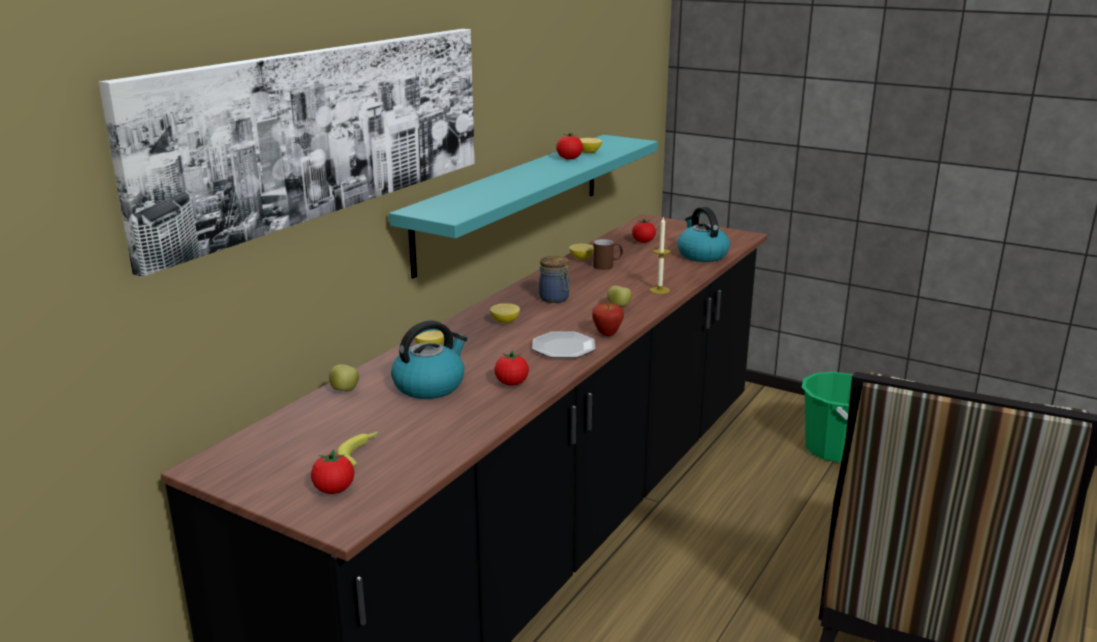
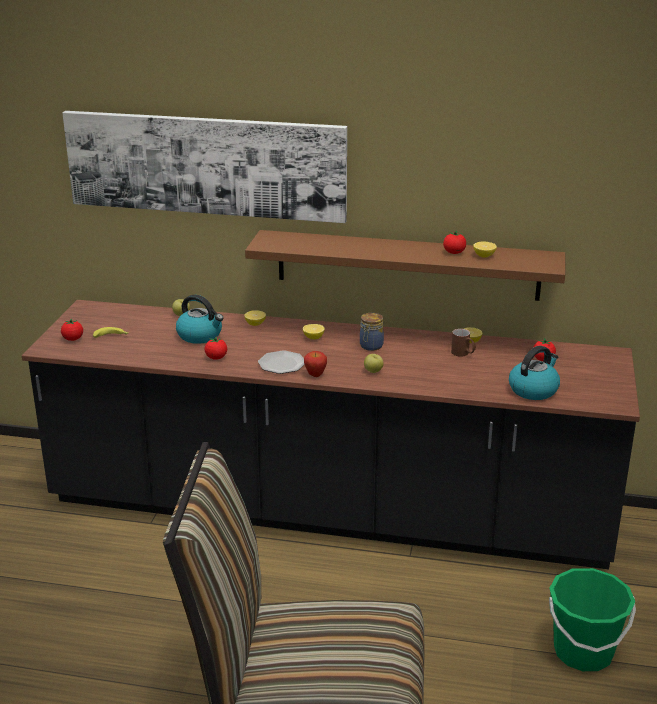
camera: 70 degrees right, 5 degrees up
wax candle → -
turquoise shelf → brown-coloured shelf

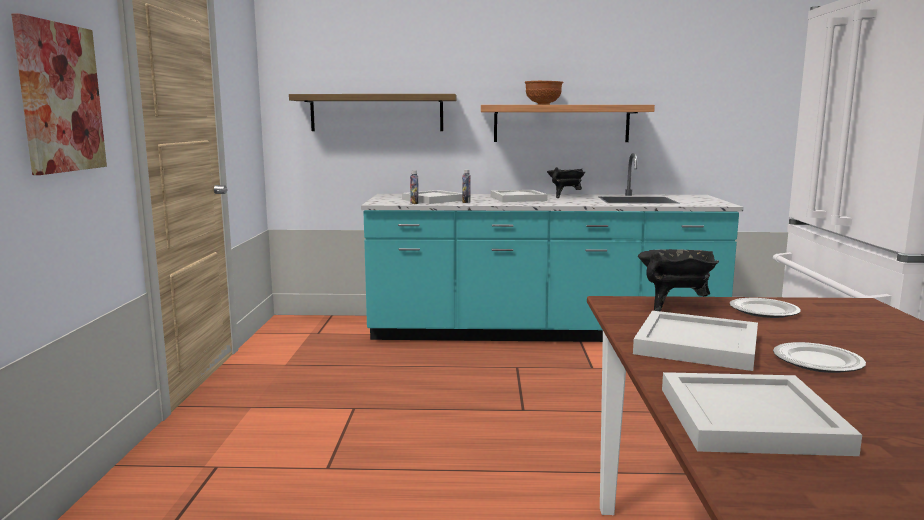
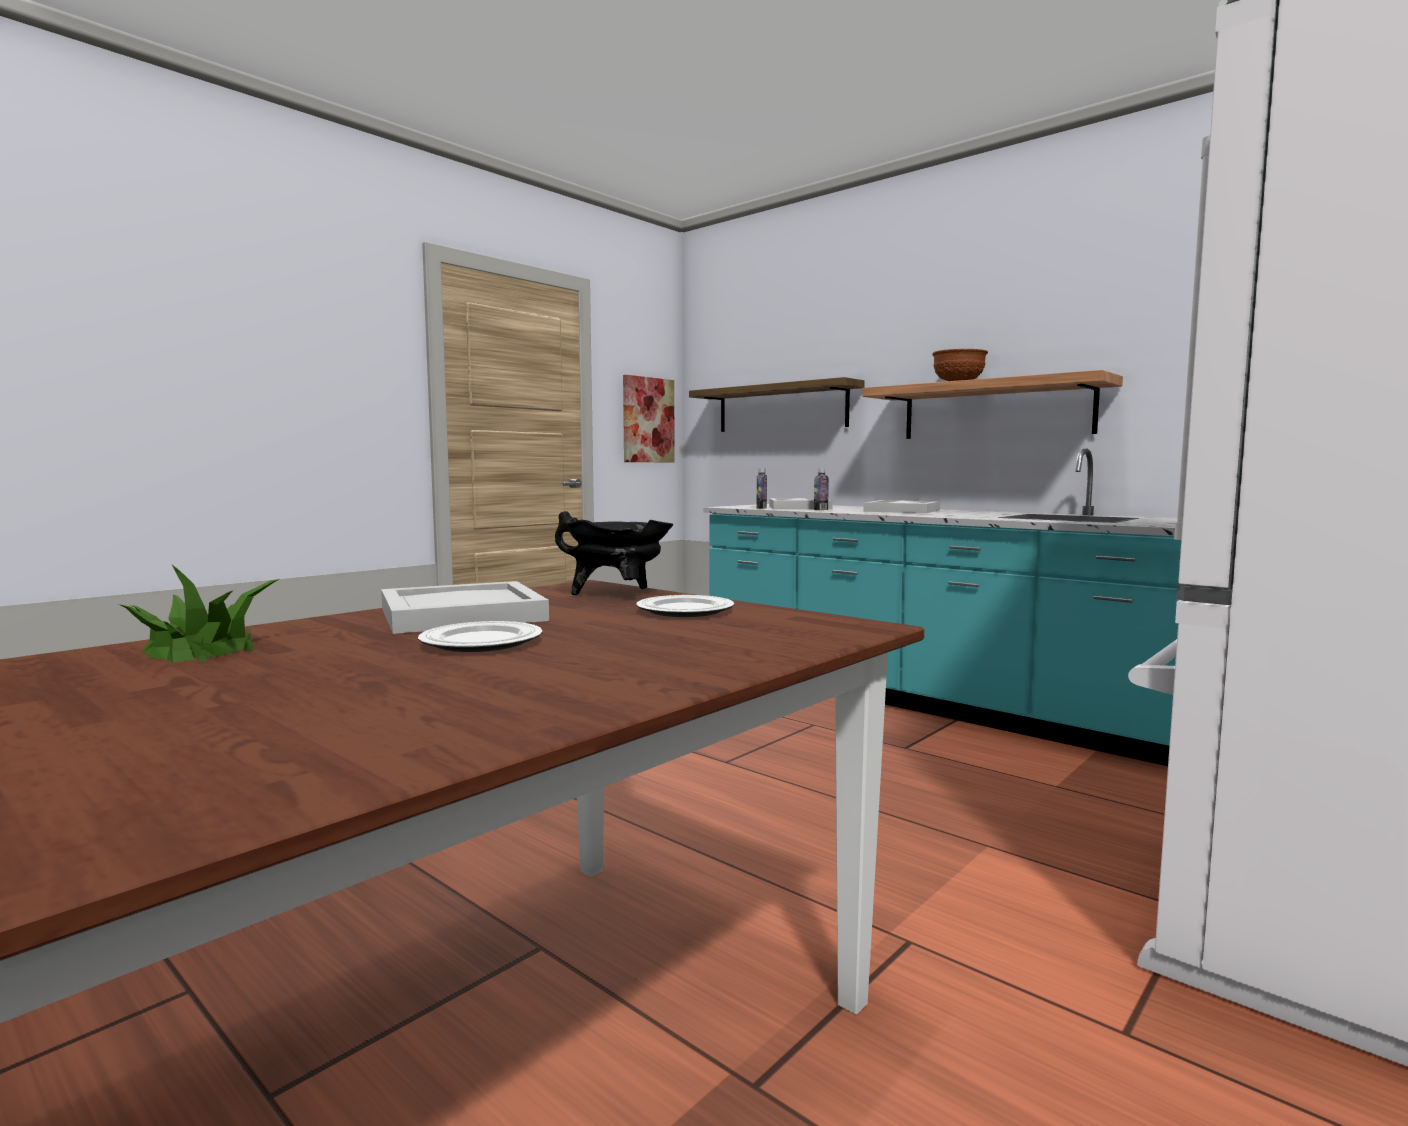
camera: 40 degrees right, 5 degrees down
black saucepot (1st from left) → -
wall picture, move
whitish tray (4th from left) → potted plant

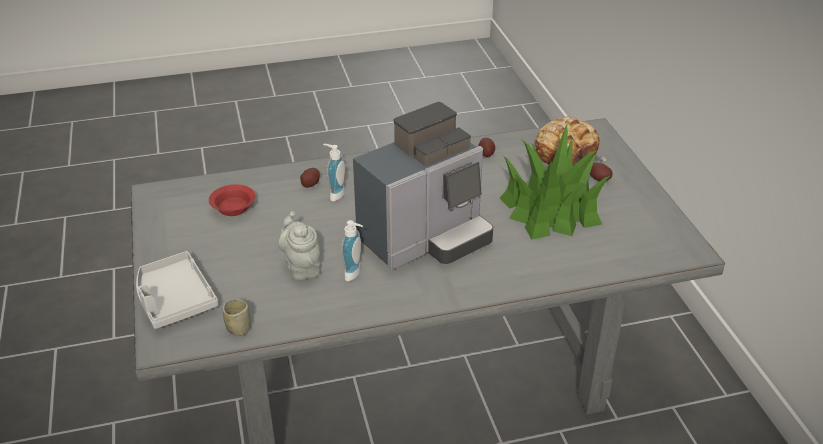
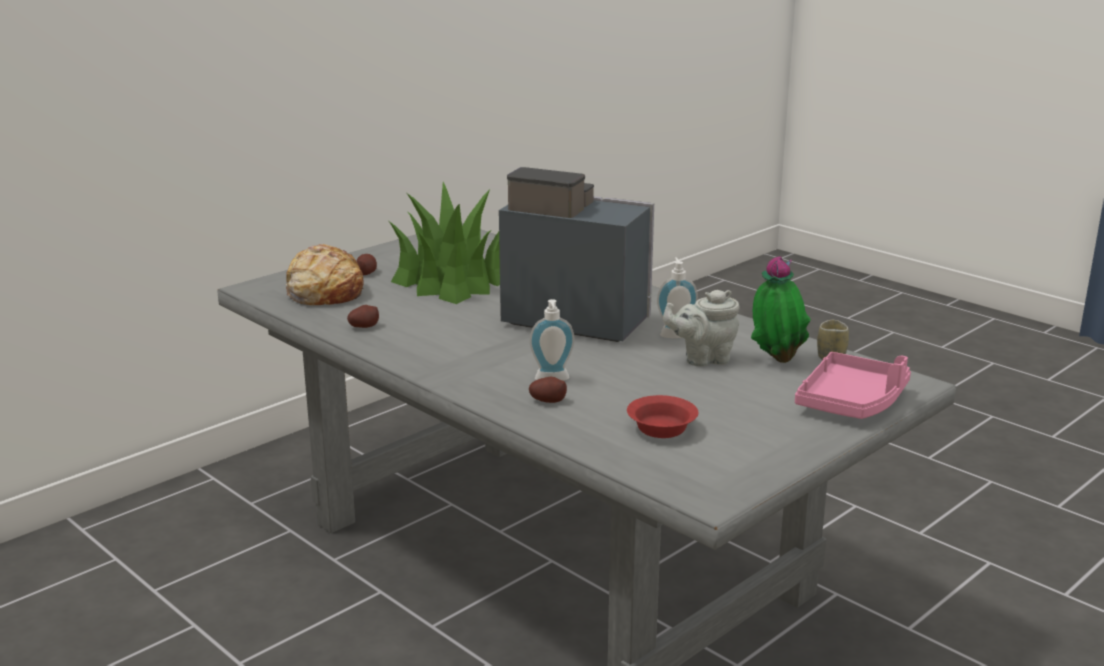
camera: 120 degrees left, 15 degrees down
- → potted plant (2nd from left)
grey tray → pinkish tray
grey teapot, 45 degrees clockwise

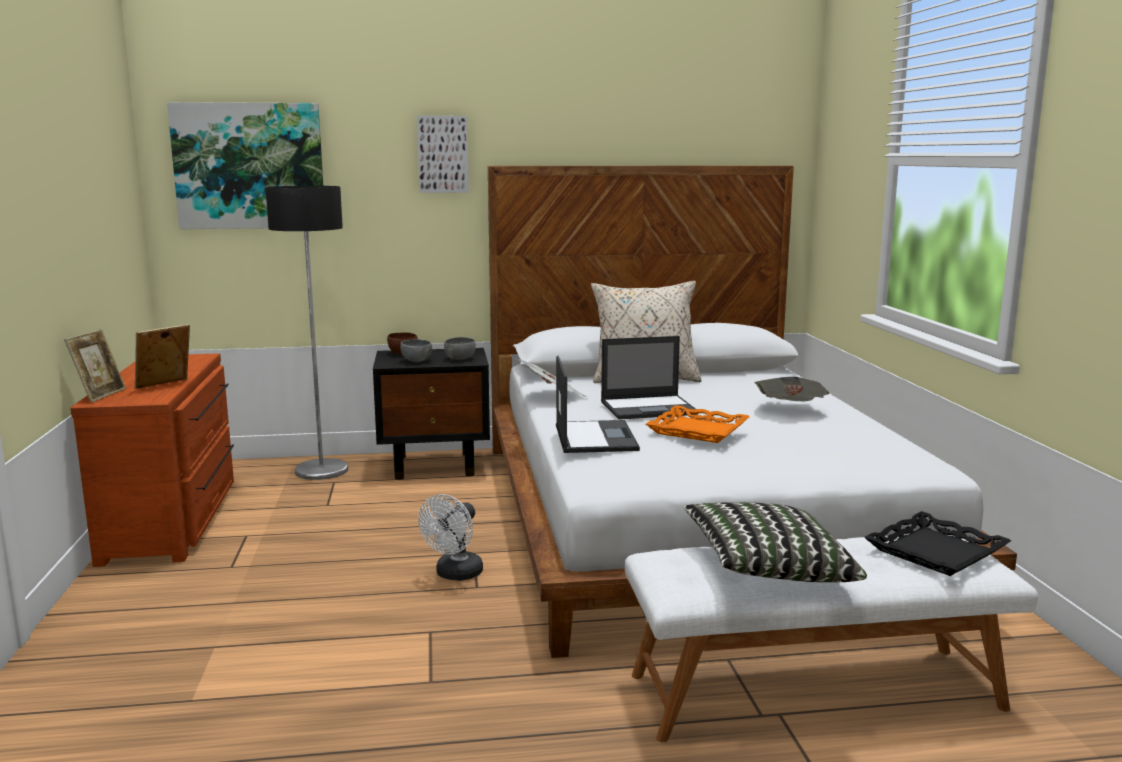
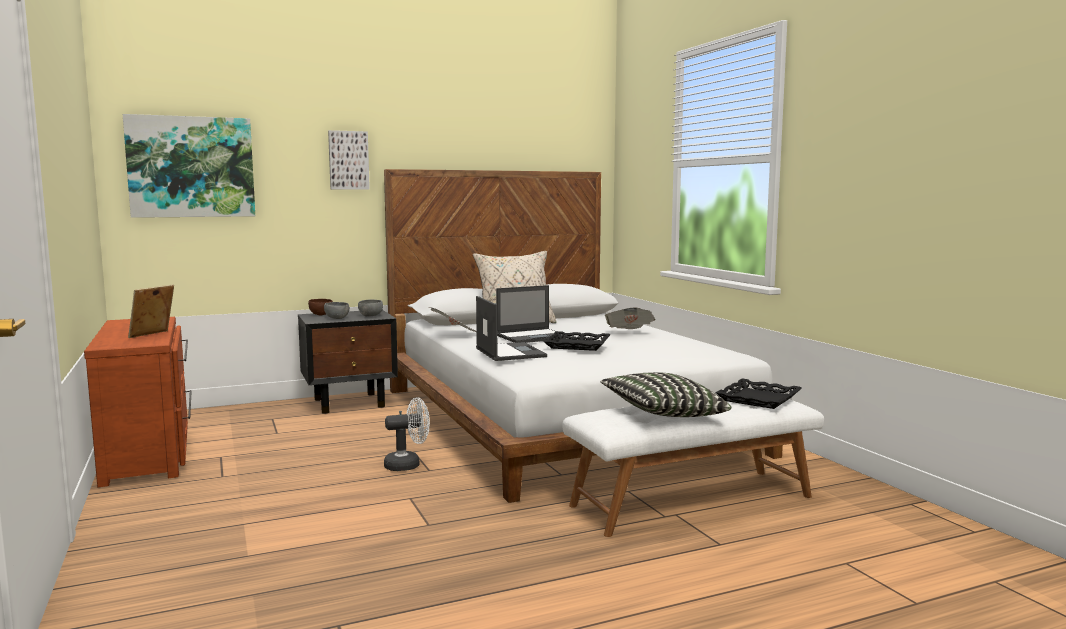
camera: 15 degrees left, 5 degrees down
standing frame (1st from left) → -
standard lamp → -
orangey tray → black tray (1st from left)
whitish electric fan, 120 degrees counterclockwise

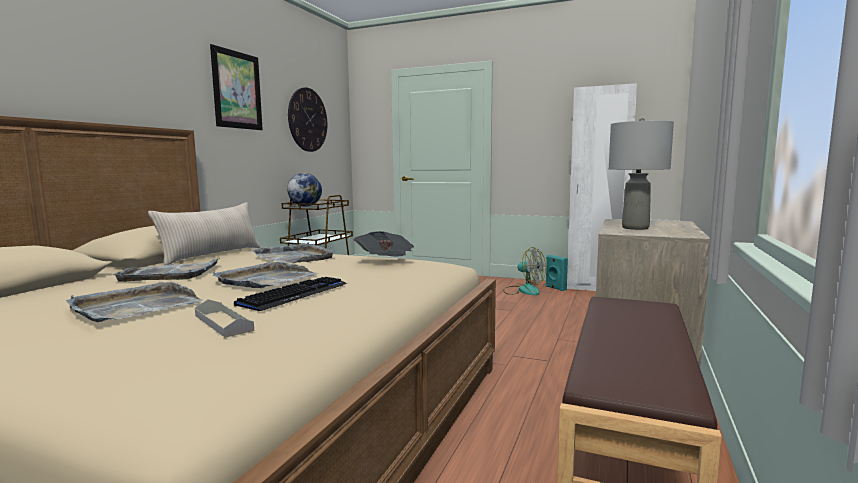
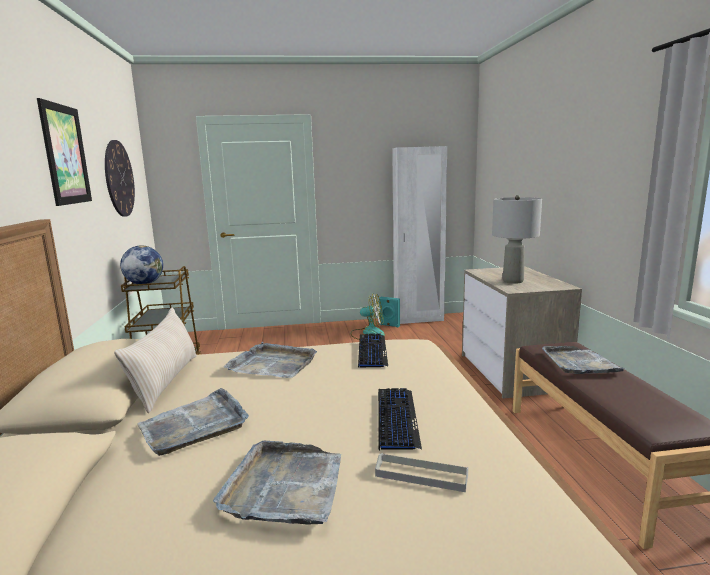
camera: 30 degrees left, 5 degrees up
grey tray (4th from left in the first image) → grey tray (5th from left), move
printed paper → computer keyboard (1st from left)

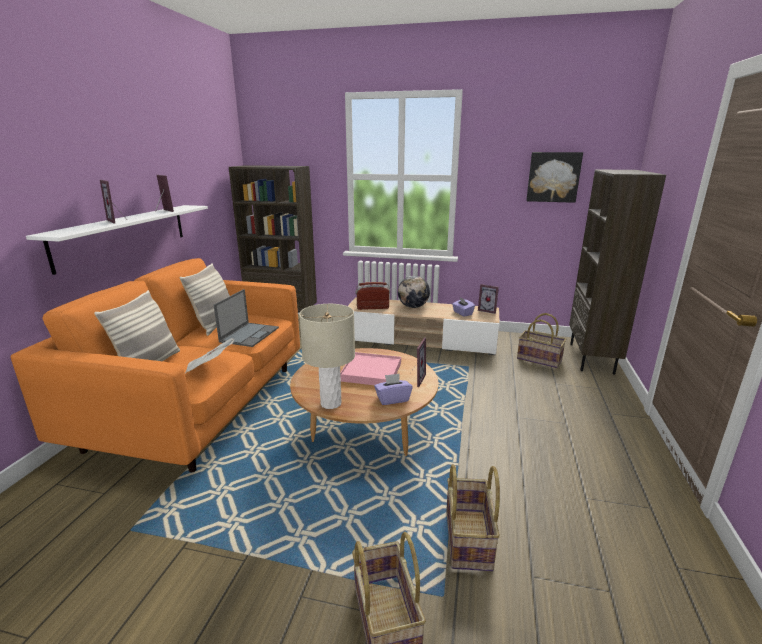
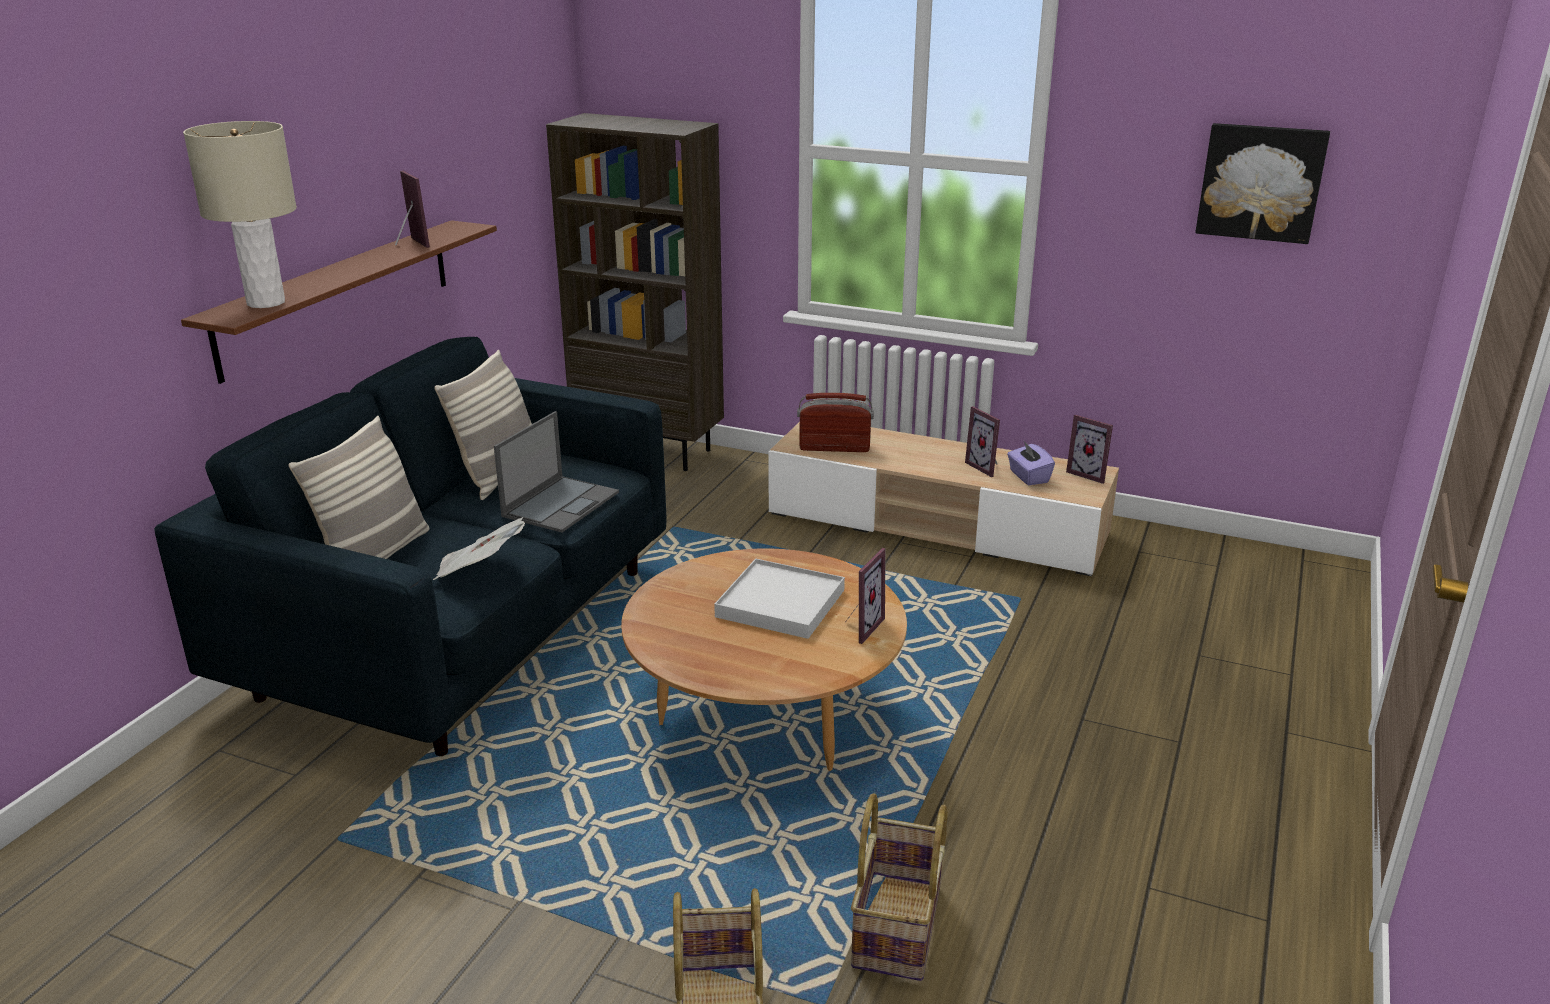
camera: 10 degrees right, 5 degrees up
purple-coloured tissue holder (1st from left) → -
globe → -
basket (3rd from left) → -
brown-coloured shelving unit (2nd from left) → -
standing frame (1st from left in the first image) → standing frame (3rd from left), move
beige lamp for a table, move
orangey settee → blue-coloured settee
whitish shelf → brown-coloured shelf
pinkish tray → whitish tray

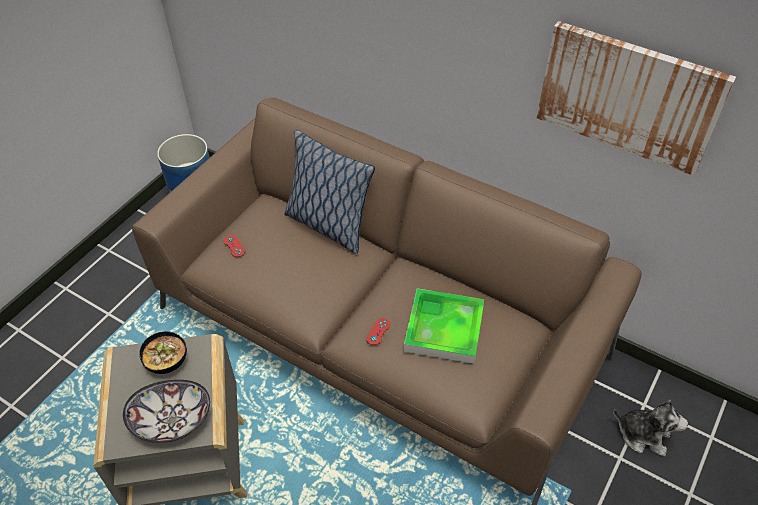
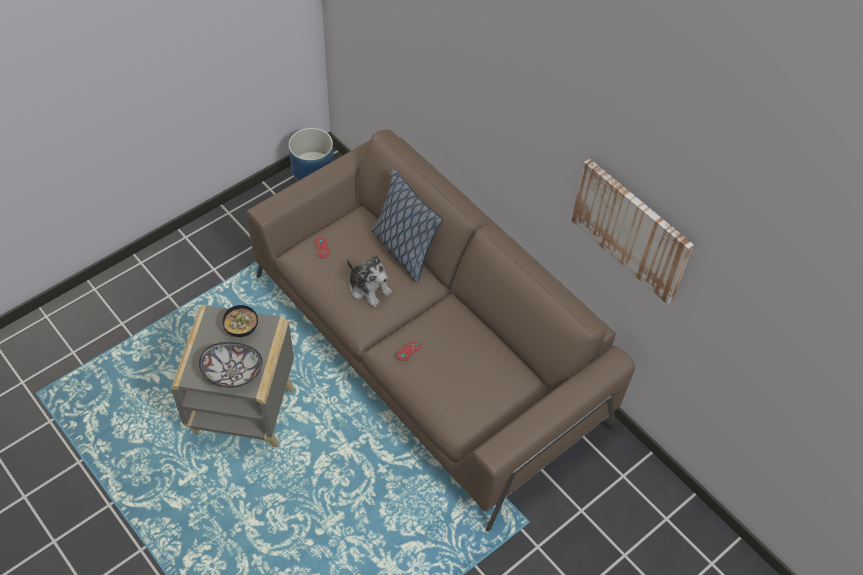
camera: 15 degrees right, 5 degrees up
tray → -
soft toy, move

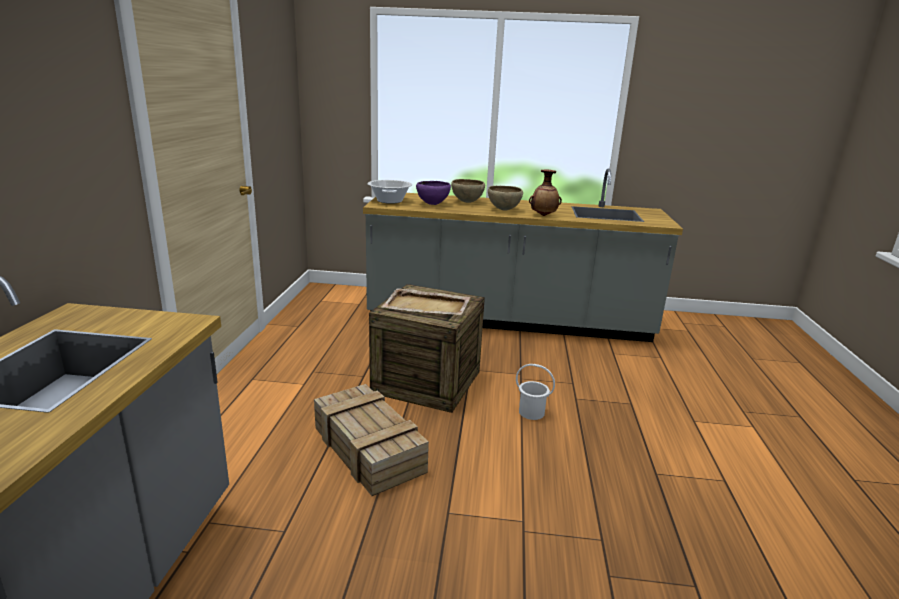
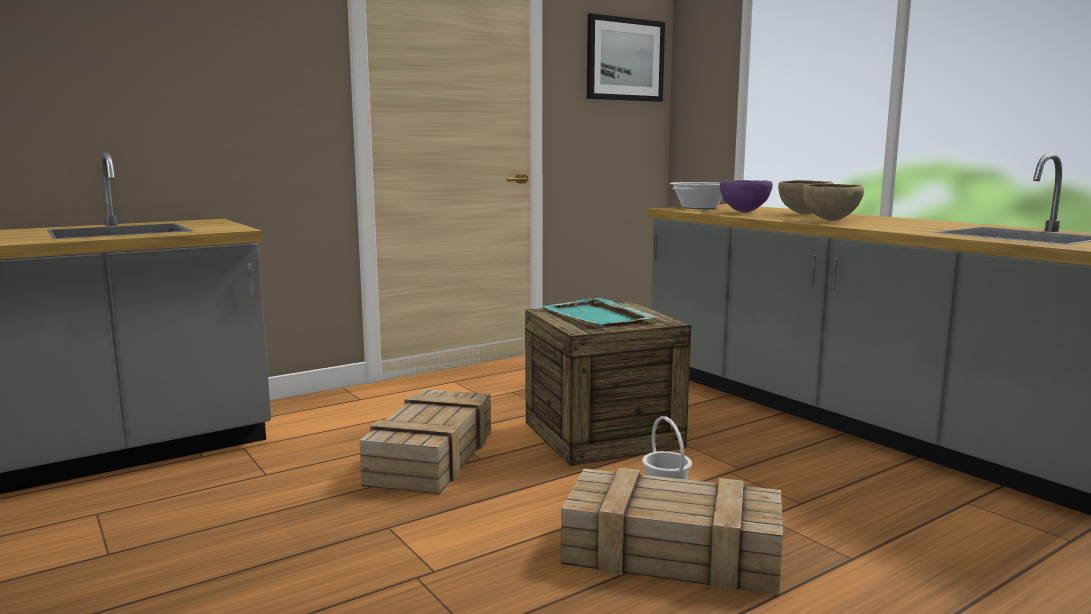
camera: 50 degrees right, 10 degrees down
decorative vase → -
- → crate (3rd from left)
- → wall picture
beige tray → turquoise tray

